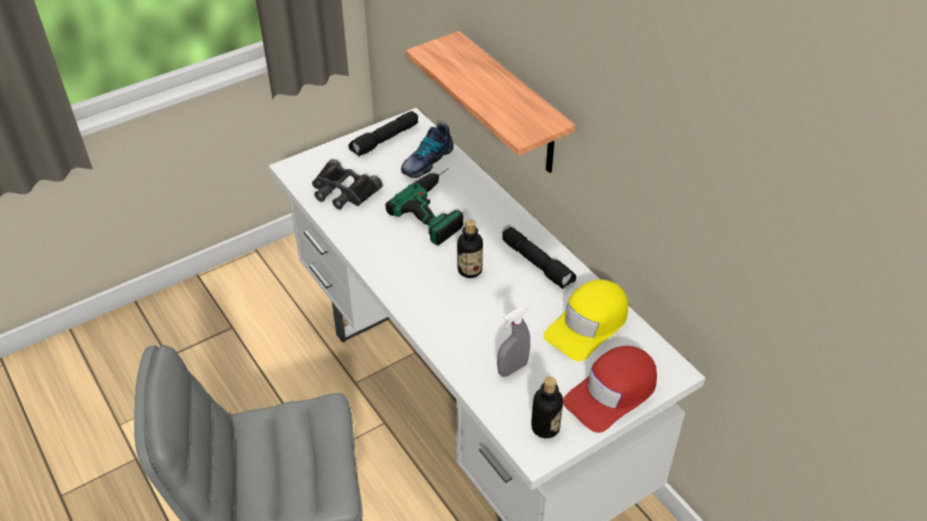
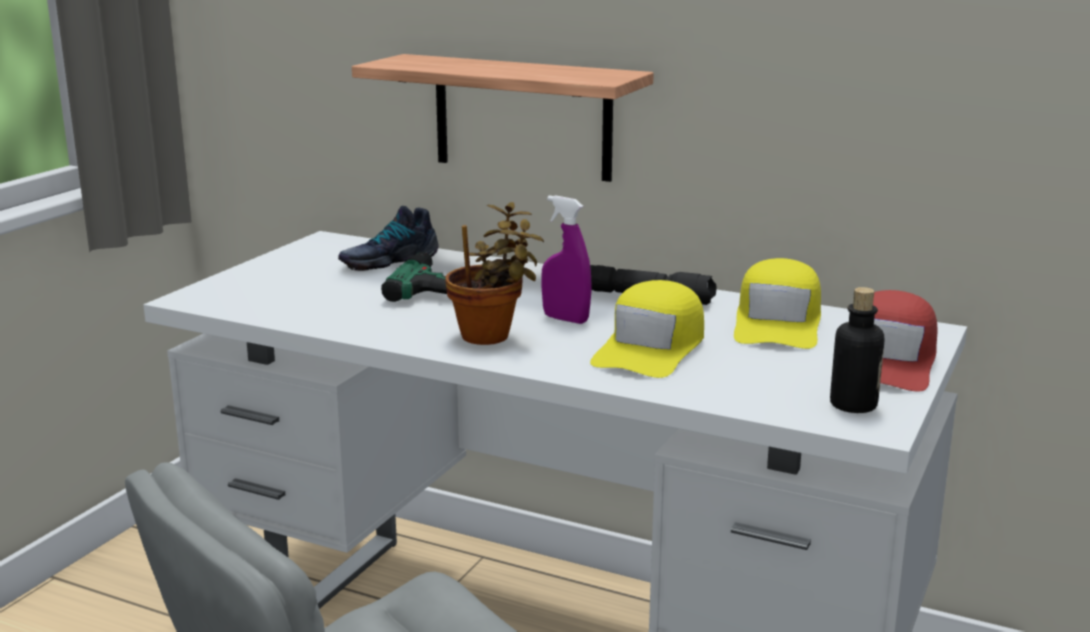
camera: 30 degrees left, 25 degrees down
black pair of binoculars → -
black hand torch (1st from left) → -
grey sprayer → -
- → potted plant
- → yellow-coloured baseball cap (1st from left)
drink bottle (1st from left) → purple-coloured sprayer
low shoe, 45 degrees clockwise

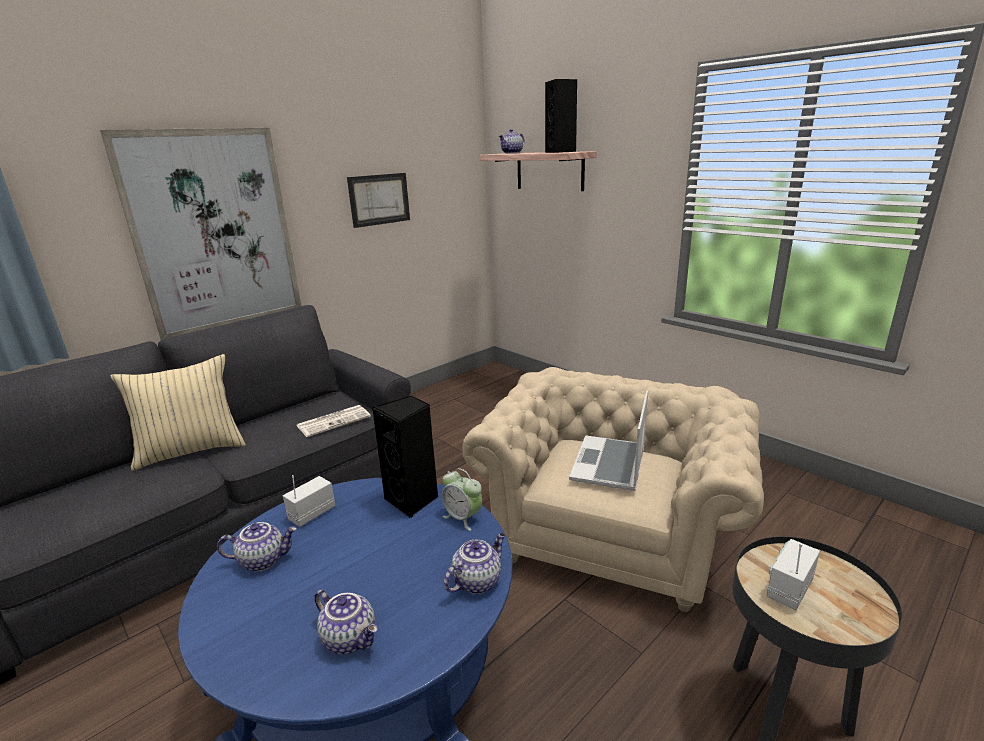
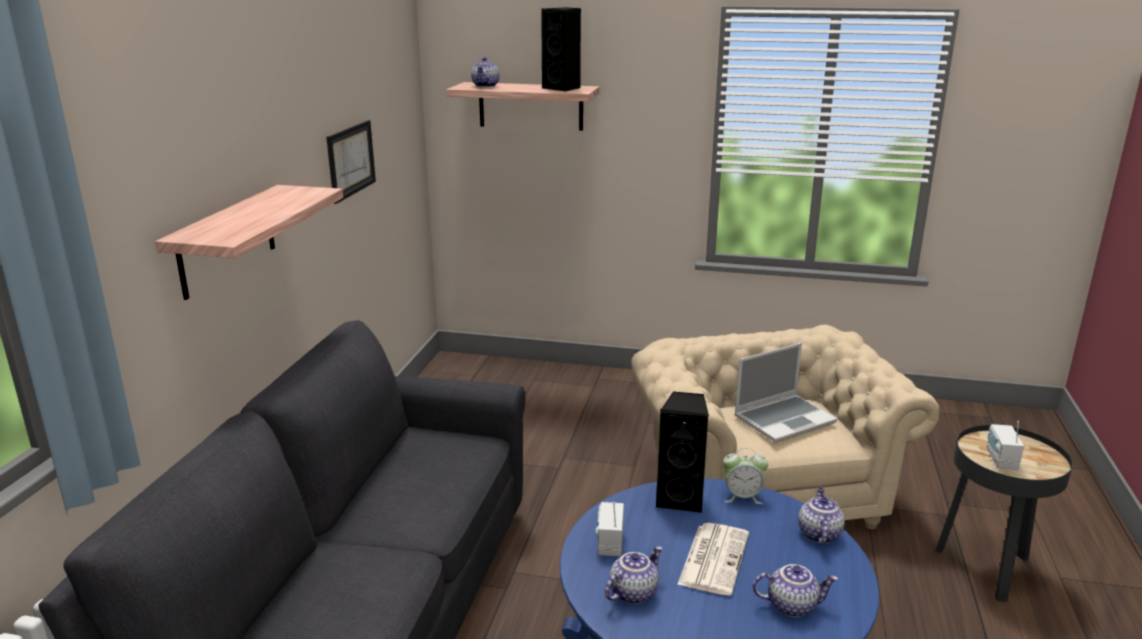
camera: 35 degrees left, 0 degrees up
beige throw pillow → -
printed paper, move
wall picture (1st from left) → shelf (1st from left)
laptop, 105 degrees counterclockwise

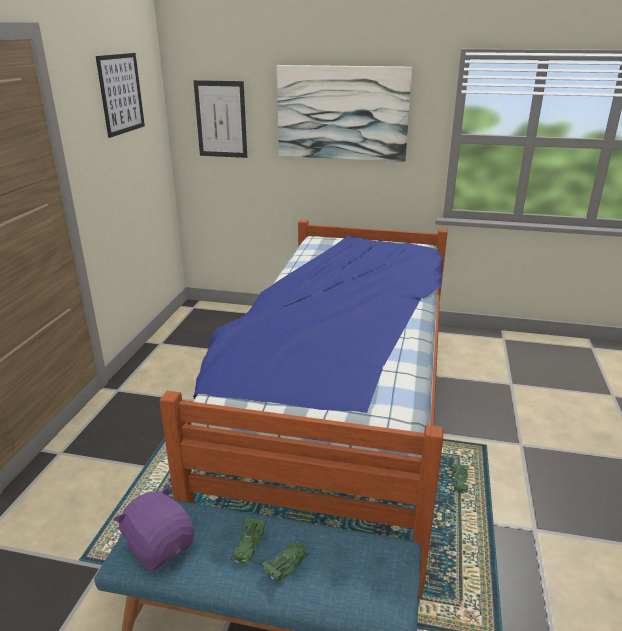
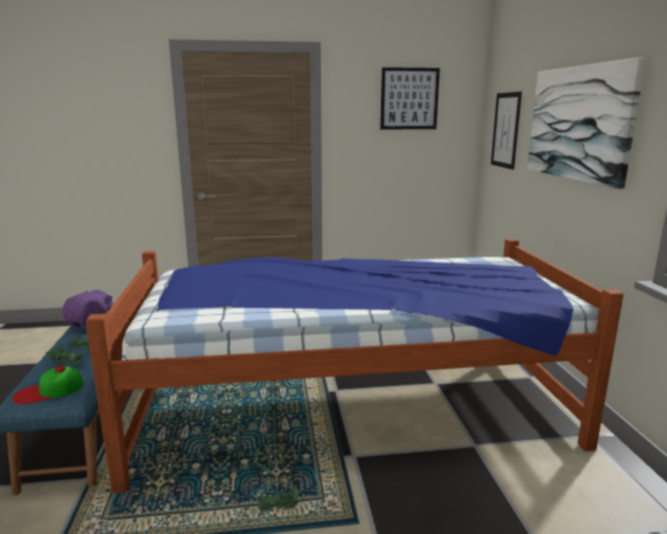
camera: 70 degrees right, 10 degrees down
- → baseball cap

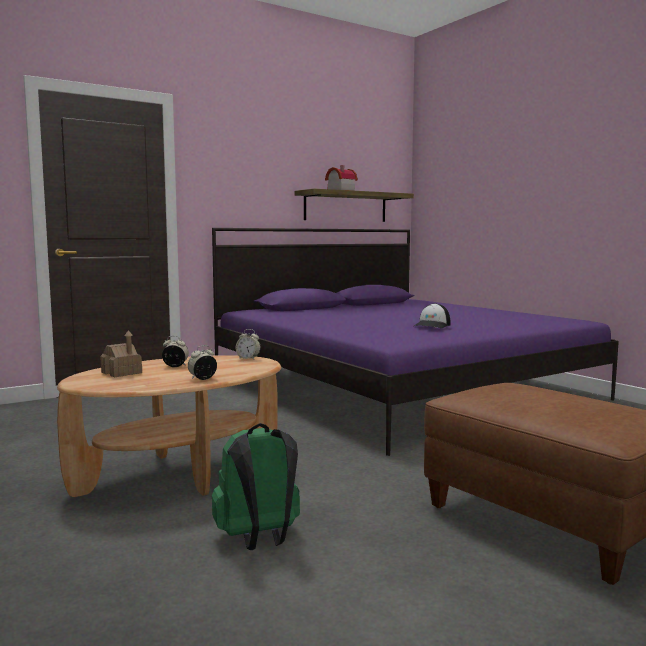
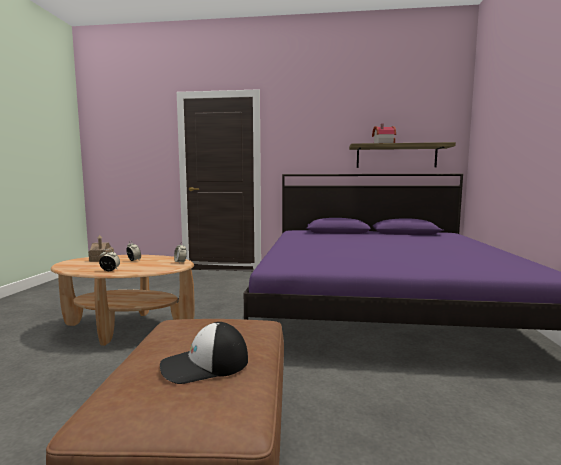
camera: 40 degrees right, 0 degrees up
green-coloured rucksack → -
baseball cap, move

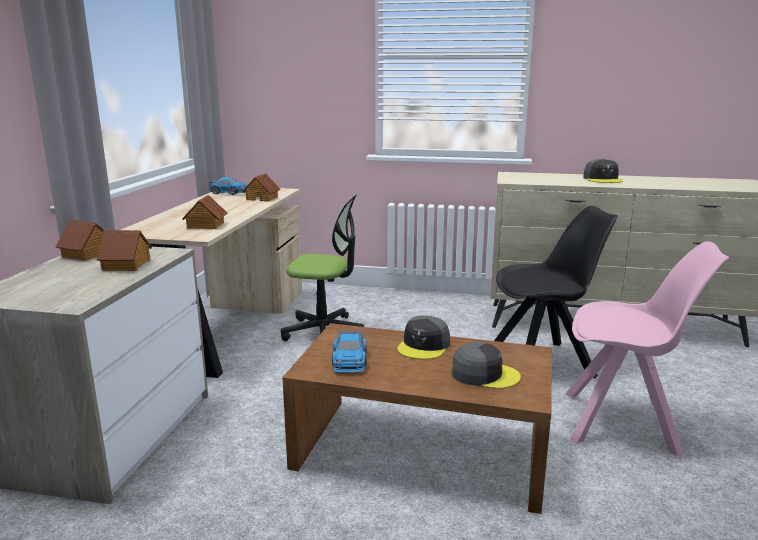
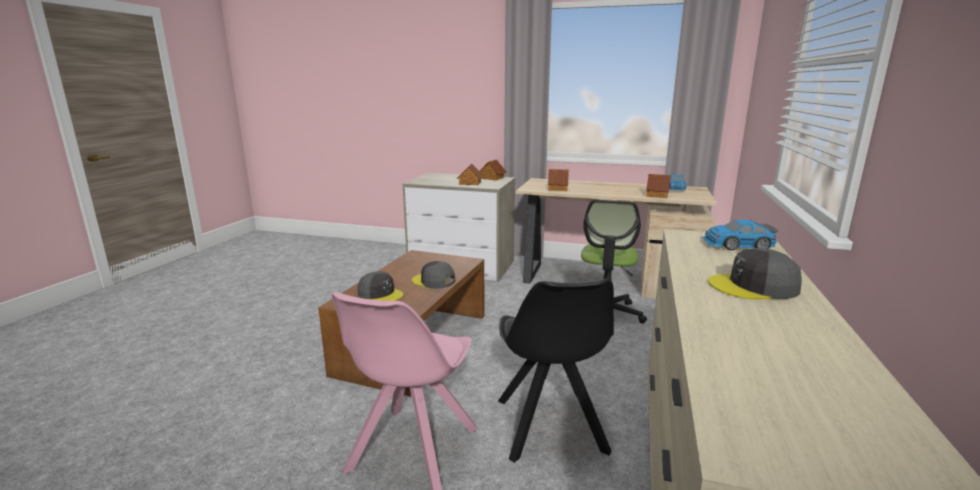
camera: 95 degrees right, 0 degrees up
model car (2nd from left), move
grey baseball cap (2nd from left in the first image) → grey baseball cap (1st from left), 75 degrees counterclockwise

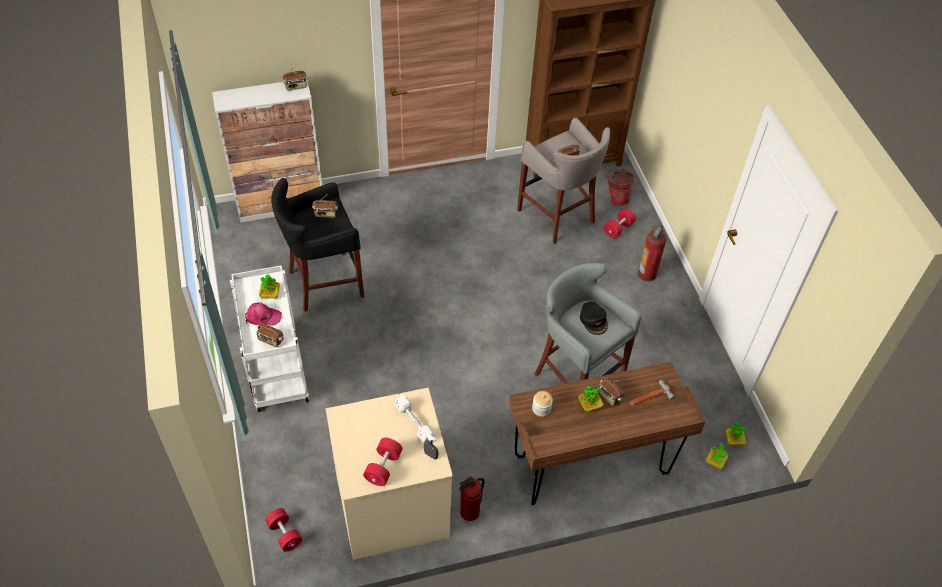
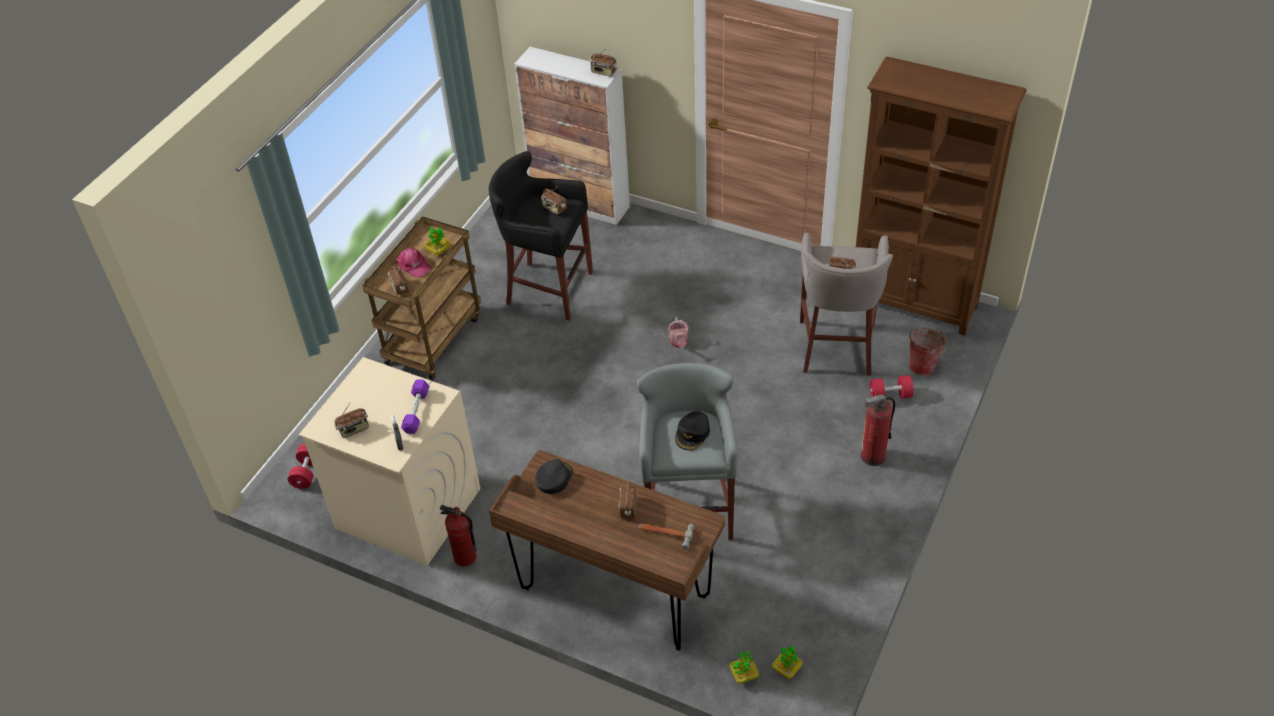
camera: 45 degrees right, 5 degrees down
potted plant (2nd from left) → -
- → watering pot
reddish dumbbell (2nd from left) → radio receiver (1st from left)
storage jar → black baseball cap (1st from left)
whitish wheeled cart → brown-coloured wheeled cart
whitish dumbbell → purple-coloured dumbbell

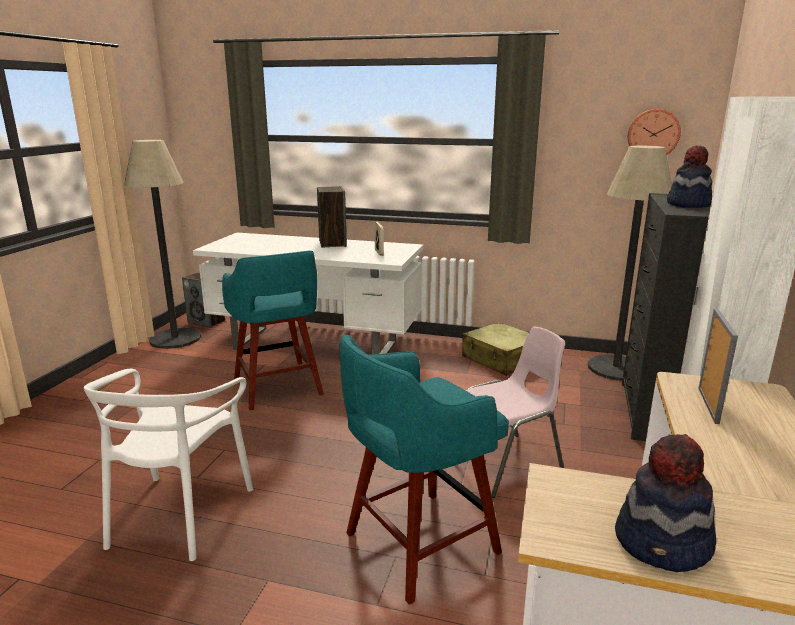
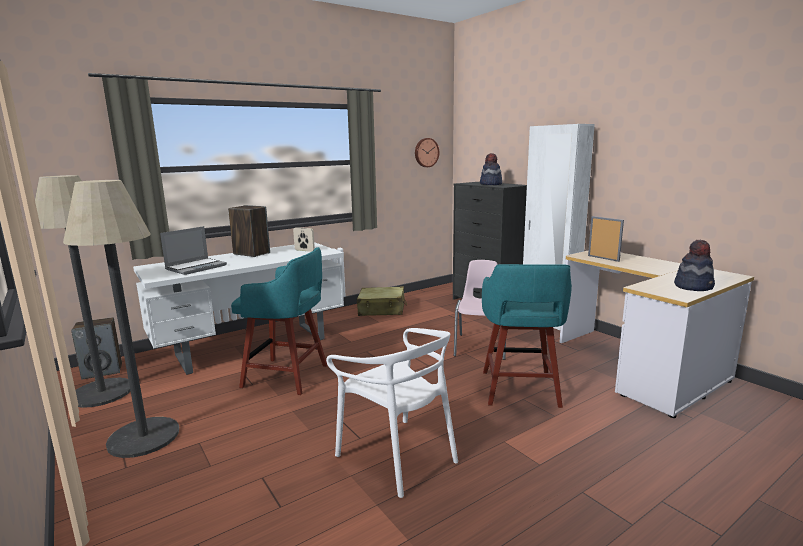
camera: 50 degrees left, 5 degrees down
- → laptop
standard lamp (2nd from left), move

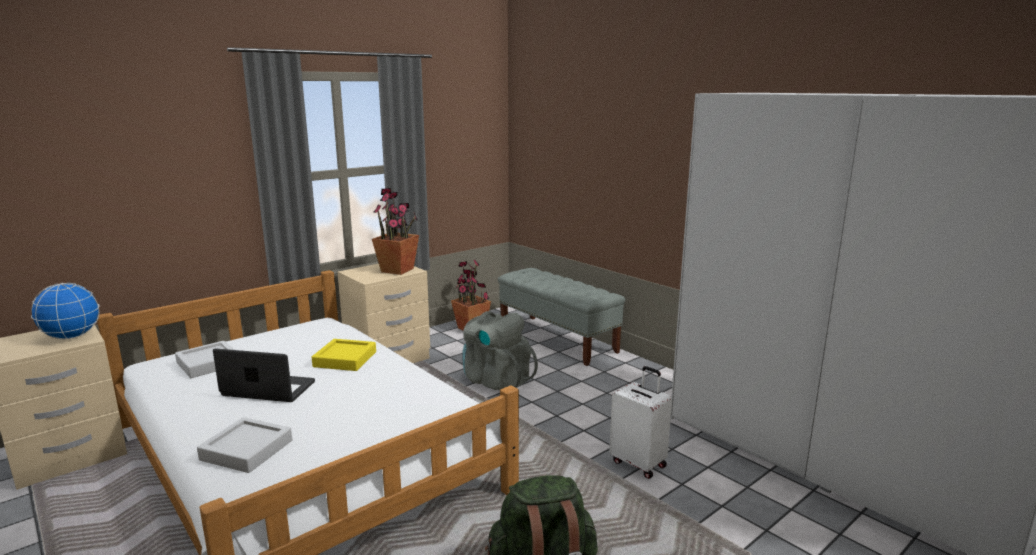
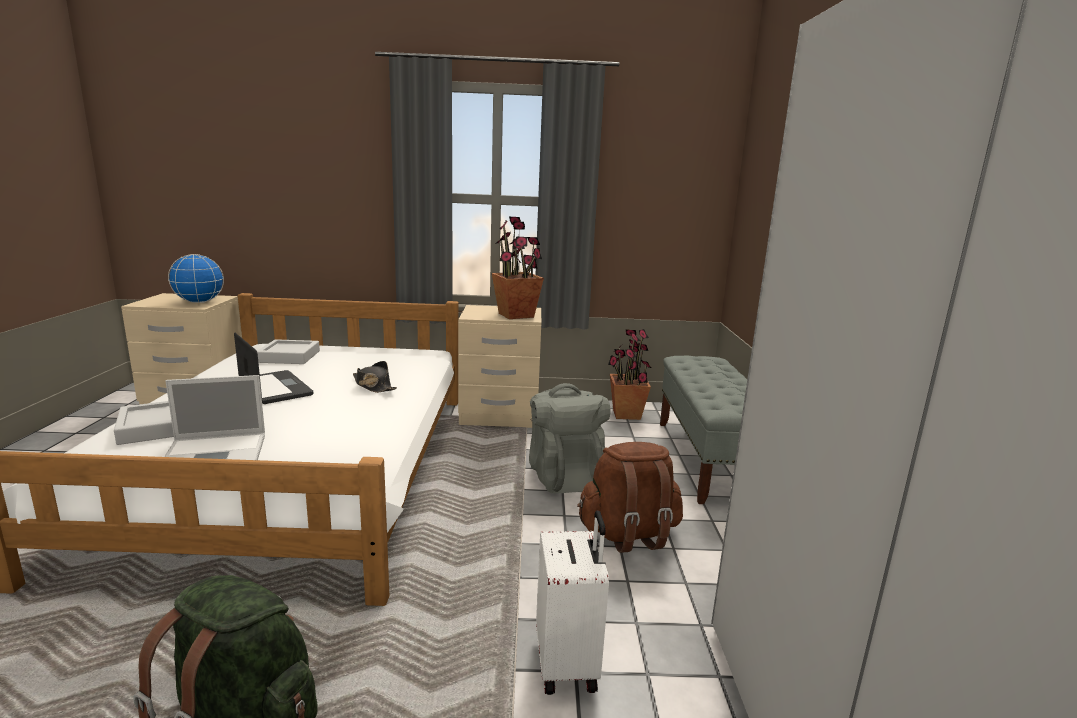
camera: 40 degrees right, 0 degrees up
- → laptop (1st from left)
- → brown-coloured rucksack
yellow-coloured tray → black clothing hat

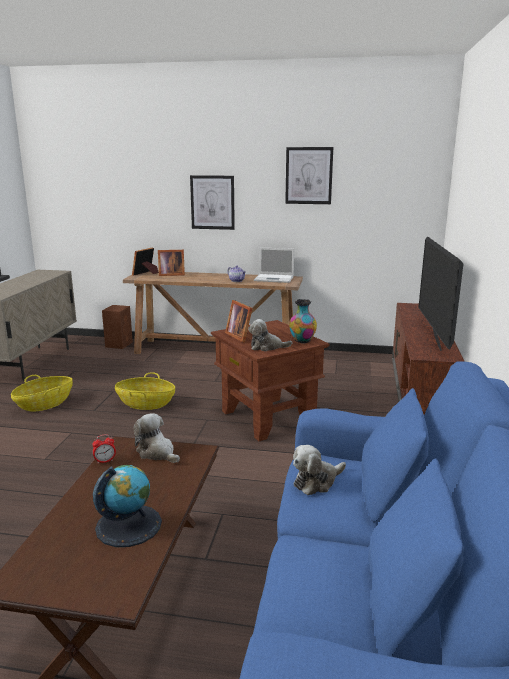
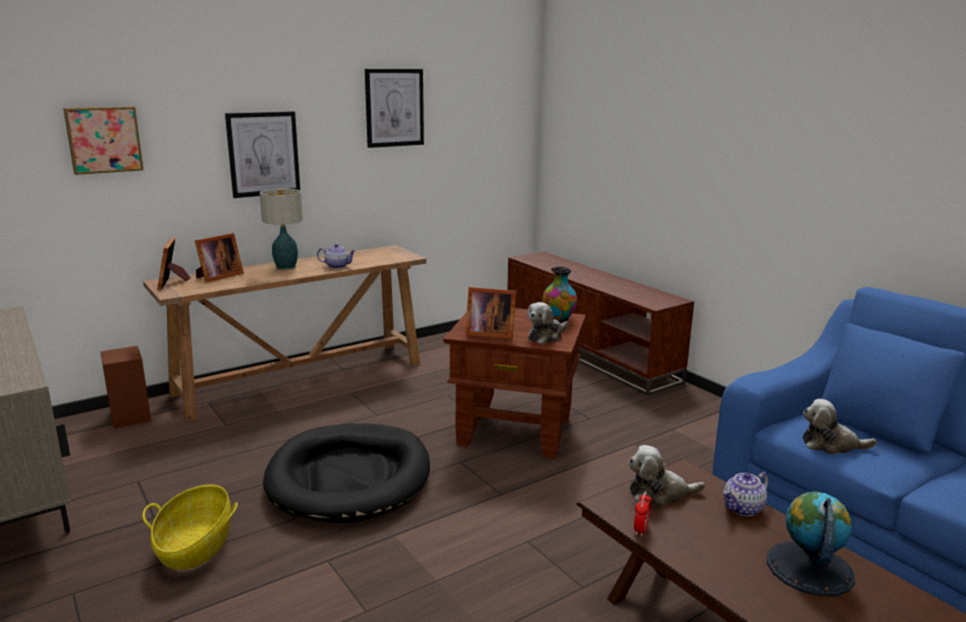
camera: 45 degrees left, 0 degrees up
laptop → -
TV set → -
- → wall picture (1st from left)
- → lamp for a table
- → teapot (2nd from left)
basket (2nd from left) → black pet bed
soft toy (3rd from left), 90 degrees clockwise

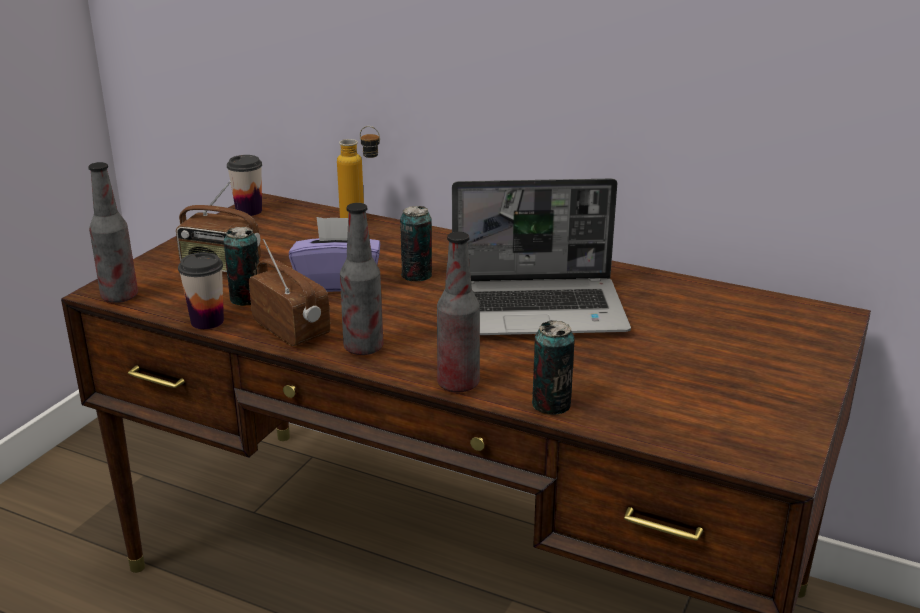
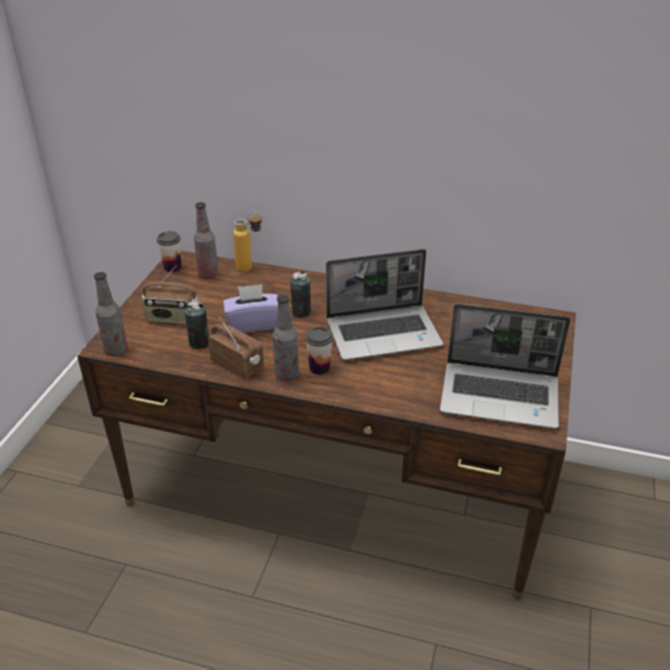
camera: 10 degrees left, 10 degrees up
sealed can (3rd from left) → -
- → laptop (2nd from left)
drinking cup (1st from left in the first image) → drinking cup (2nd from left), move
drink bottle (4th from left in the first image) → drink bottle (2nd from left), move

